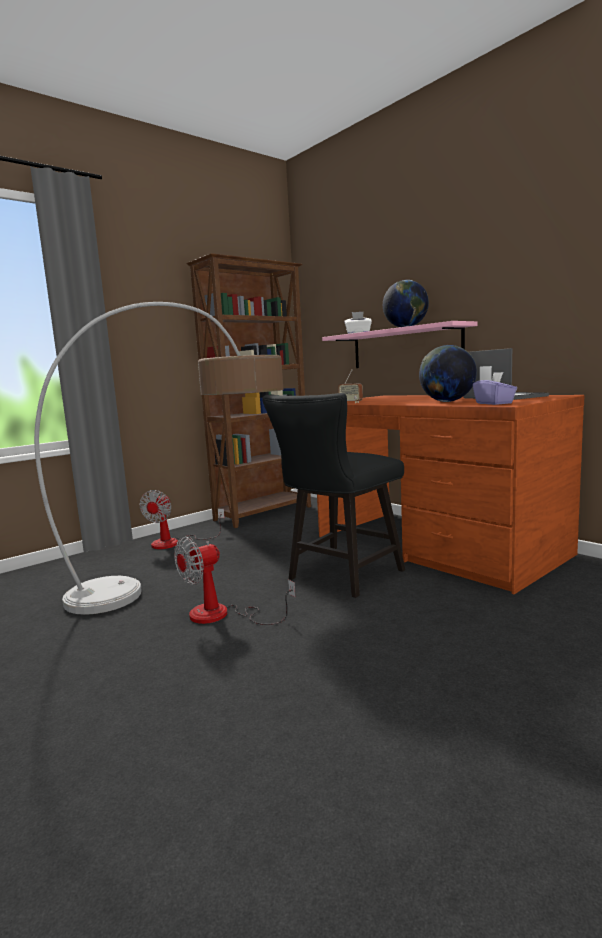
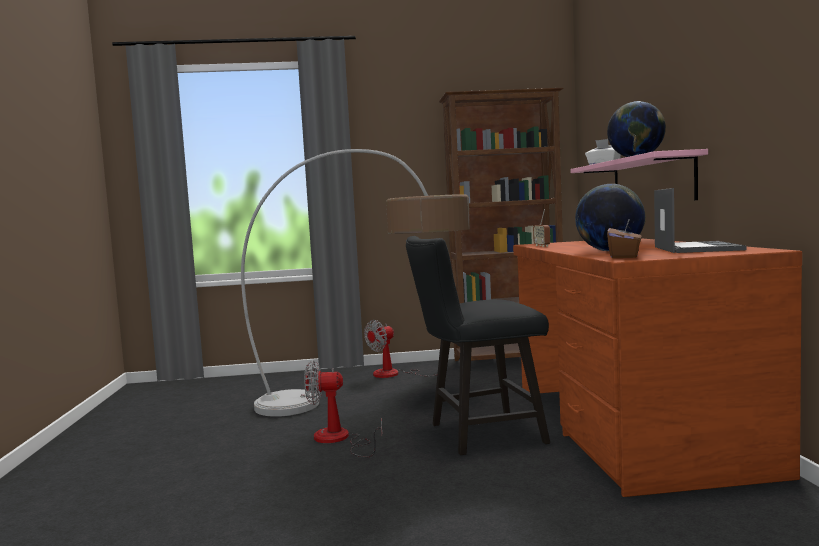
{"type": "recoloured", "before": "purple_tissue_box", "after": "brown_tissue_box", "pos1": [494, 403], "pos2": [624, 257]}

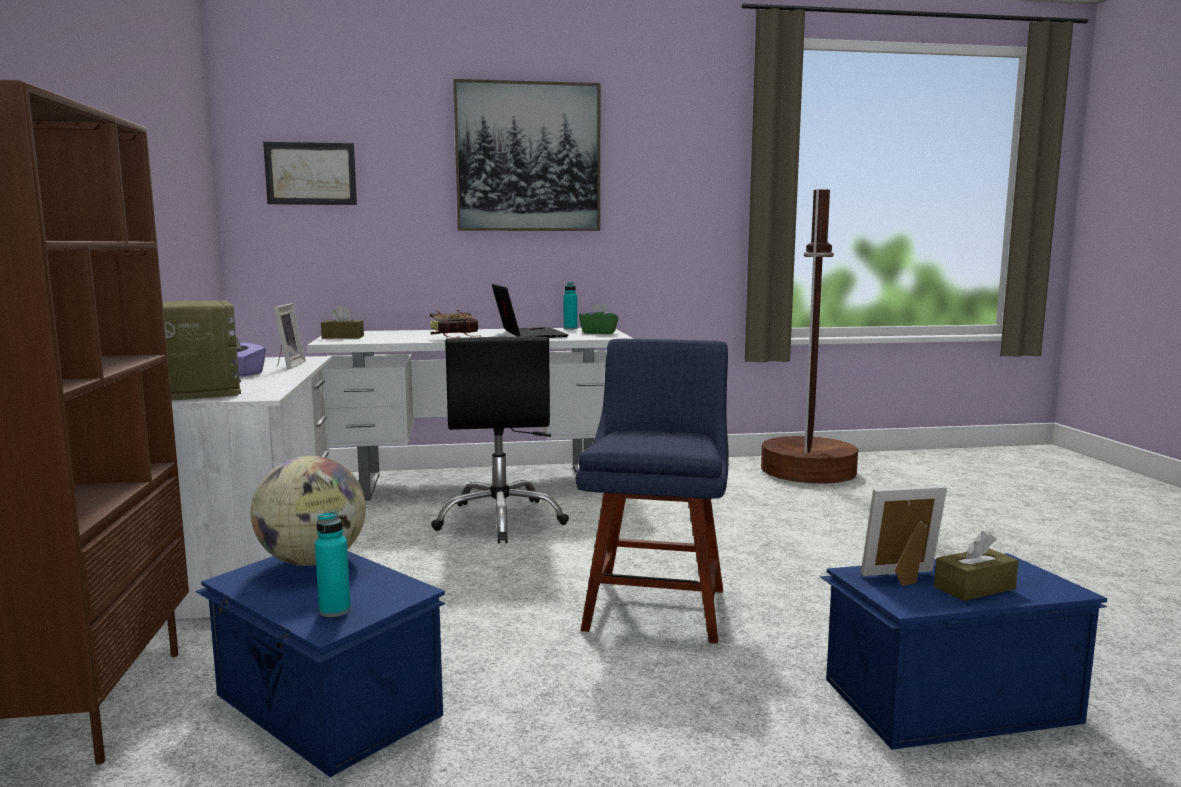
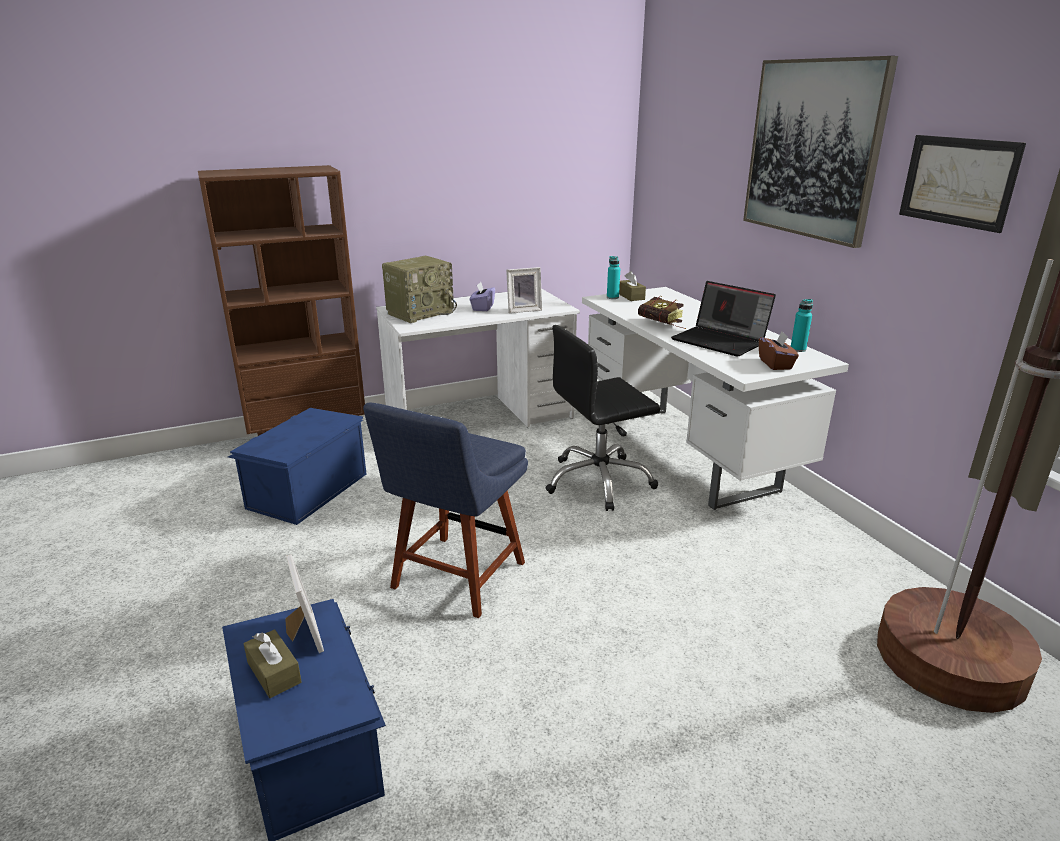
{"type": "turned", "before": "blue_chair", "pos1": [657, 605], "pos2": [455, 579], "turn": 120}
{"type": "moved", "before": "turquoise_bottle", "pos1": [335, 610], "pos2": [612, 297]}
{"type": "turned", "before": "laptop", "pos1": [528, 334], "pos2": [721, 341], "turn": 75}
{"type": "recoloured", "before": "green_tissue_box", "after": "brown_tissue_box", "pos1": [599, 333], "pos2": [775, 364]}
{"type": "moved", "before": "picture", "pos1": [311, 173], "pos2": [958, 181]}
{"type": "removed", "before": "globe", "pos1": [312, 561]}

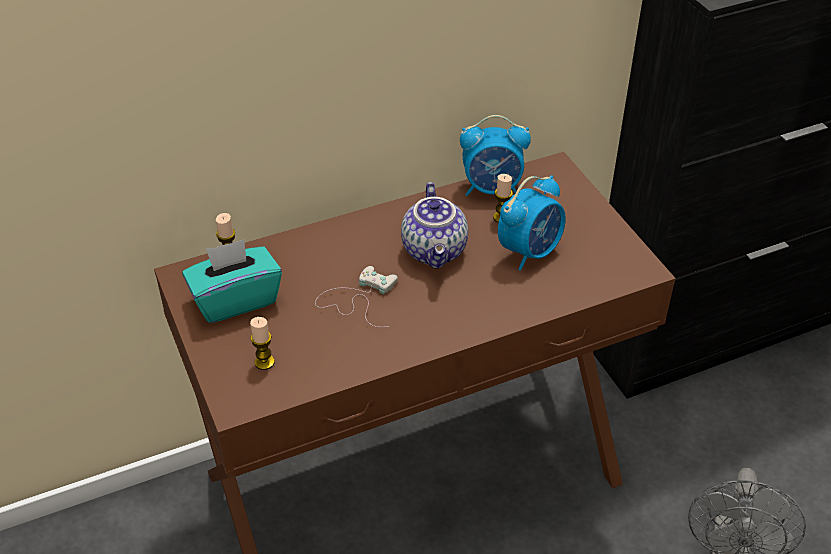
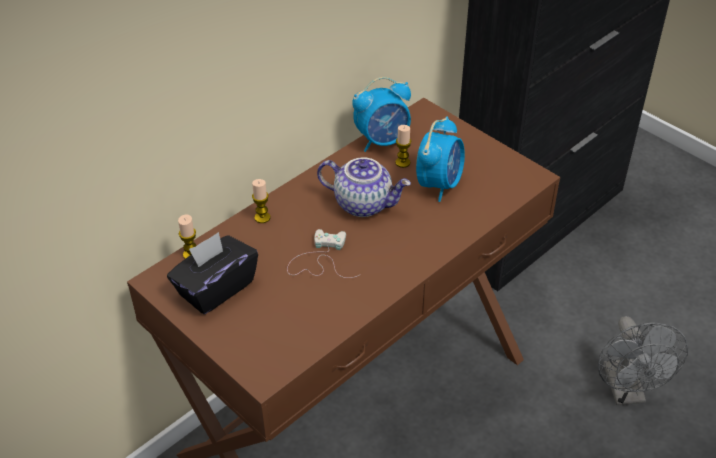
{"type": "recoloured", "before": "turquoise_tissue_box", "after": "black_tissue_box", "pos1": [235, 299], "pos2": [215, 288]}
{"type": "moved", "before": "candle", "pos1": [264, 362], "pos2": [262, 217]}
{"type": "turned", "before": "teapot", "pos1": [436, 251], "pos2": [364, 203], "turn": -45}

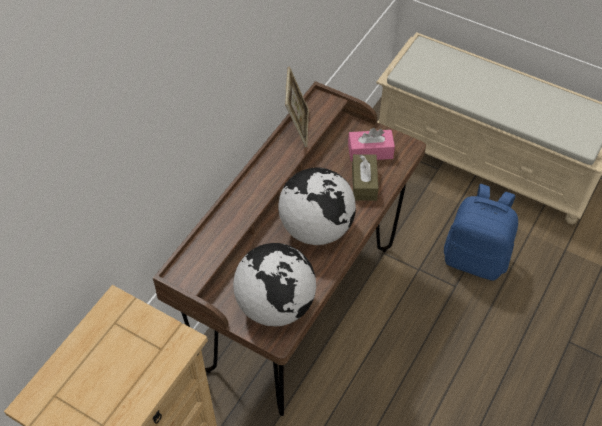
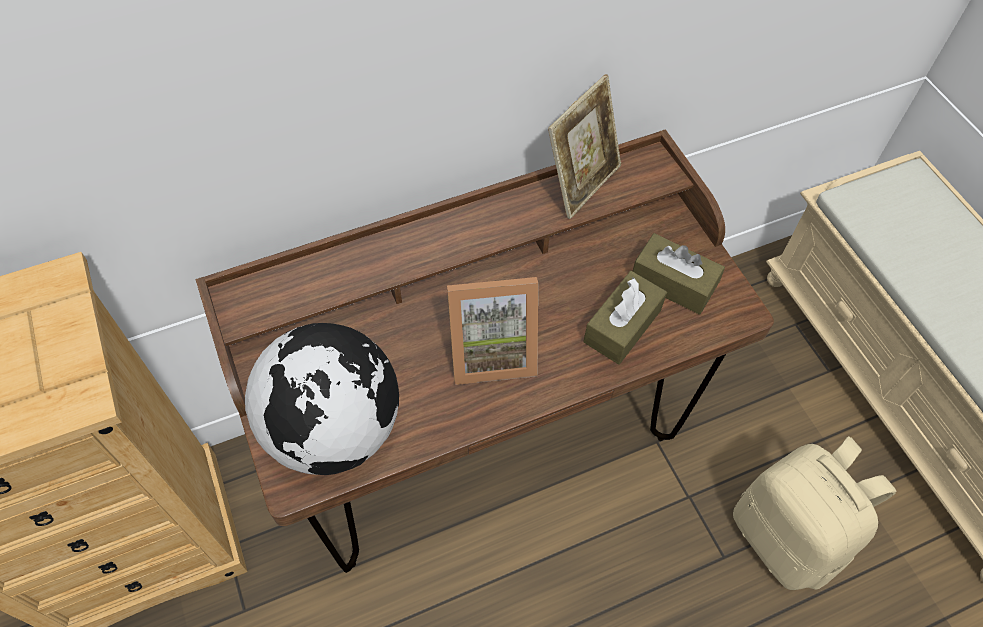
{"type": "replaced", "before": "globe", "after": "picture_frame", "pos1": [316, 229], "pos2": [491, 351]}
{"type": "recoloured", "before": "pink_tissue_box", "after": "brown_tissue_box", "pos1": [370, 151], "pos2": [673, 283]}
{"type": "recoloured", "before": "blue_backpack", "after": "beige_backpack", "pos1": [475, 258], "pos2": [786, 537]}

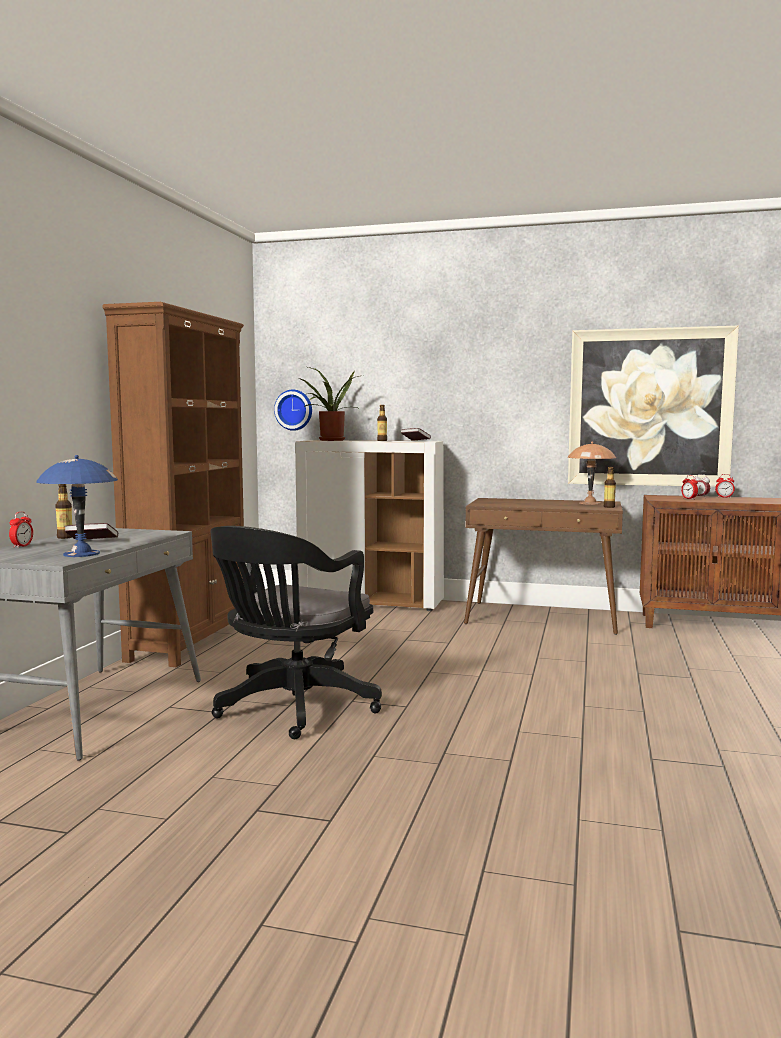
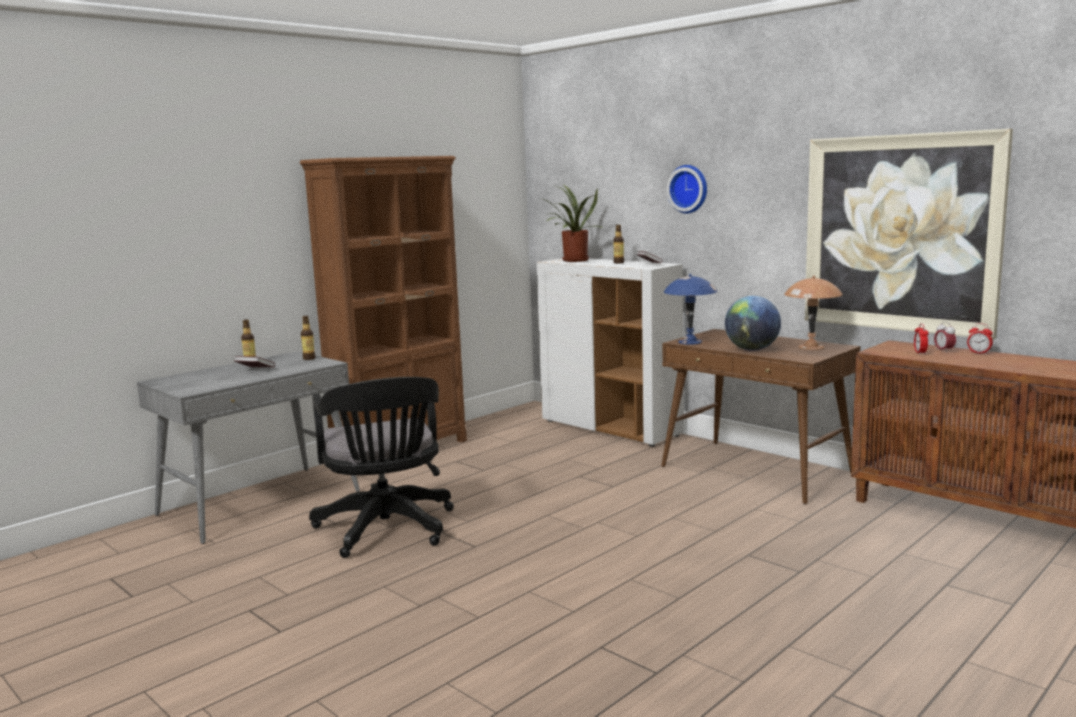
{"type": "moved", "before": "bottle", "pos1": [609, 507], "pos2": [309, 358]}
{"type": "turned", "before": "black_office_chair", "pos1": [292, 709], "pos2": [387, 531], "turn": -75}
{"type": "moved", "before": "blue_table_lamp", "pos1": [80, 554], "pos2": [689, 342]}
{"type": "moved", "before": "wall_clock", "pos1": [294, 410], "pos2": [689, 189]}
{"type": "added", "after": "globe", "pos2": [752, 349]}
{"type": "removed", "before": "alarm_clock", "pos1": [22, 546]}

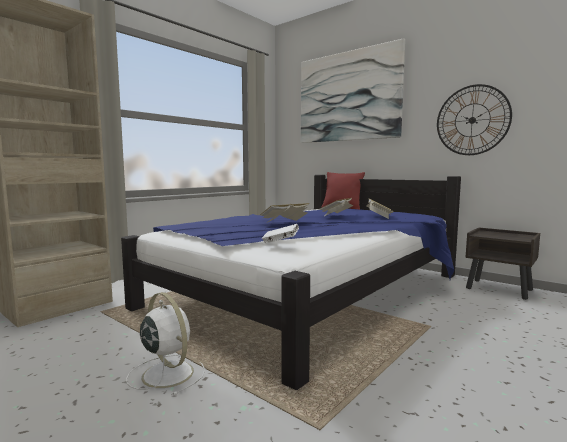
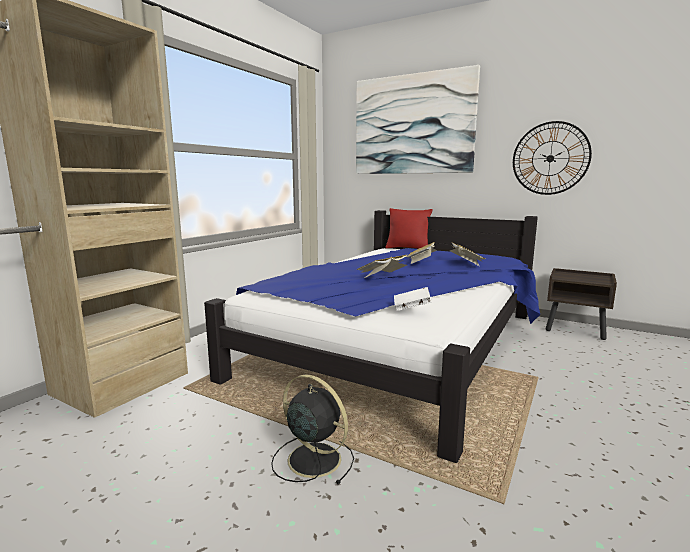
{"type": "recoloured", "before": "white_fan", "after": "black_fan", "pos1": [166, 373], "pos2": [312, 458]}

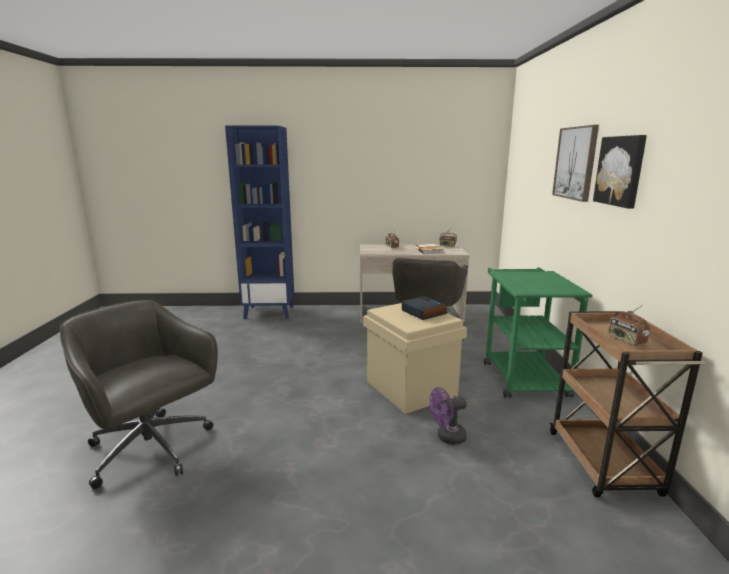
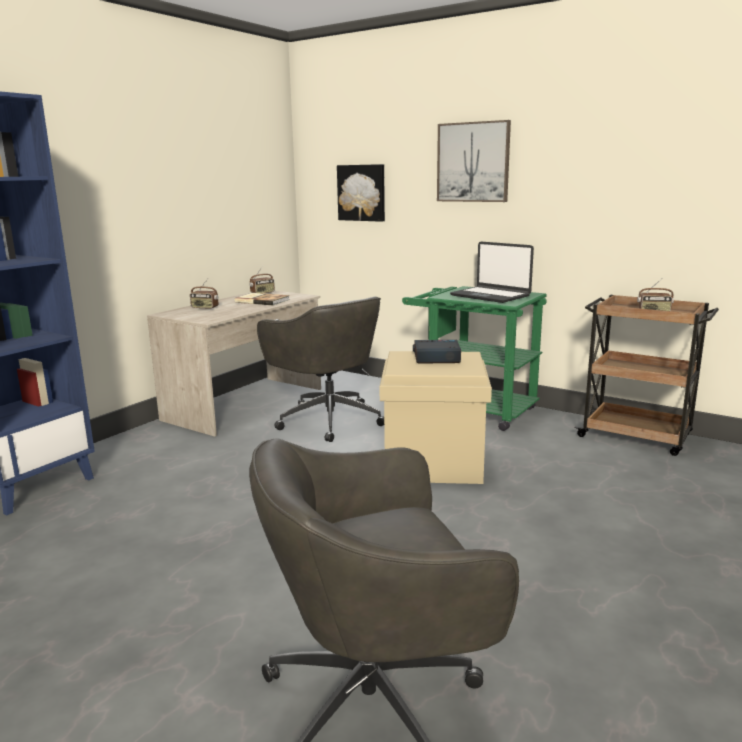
{"type": "moved", "before": "picture", "pos1": [621, 171], "pos2": [362, 193]}
{"type": "added", "after": "laptop", "pos2": [490, 296]}
{"type": "removed", "before": "purple_fan", "pos1": [447, 437]}

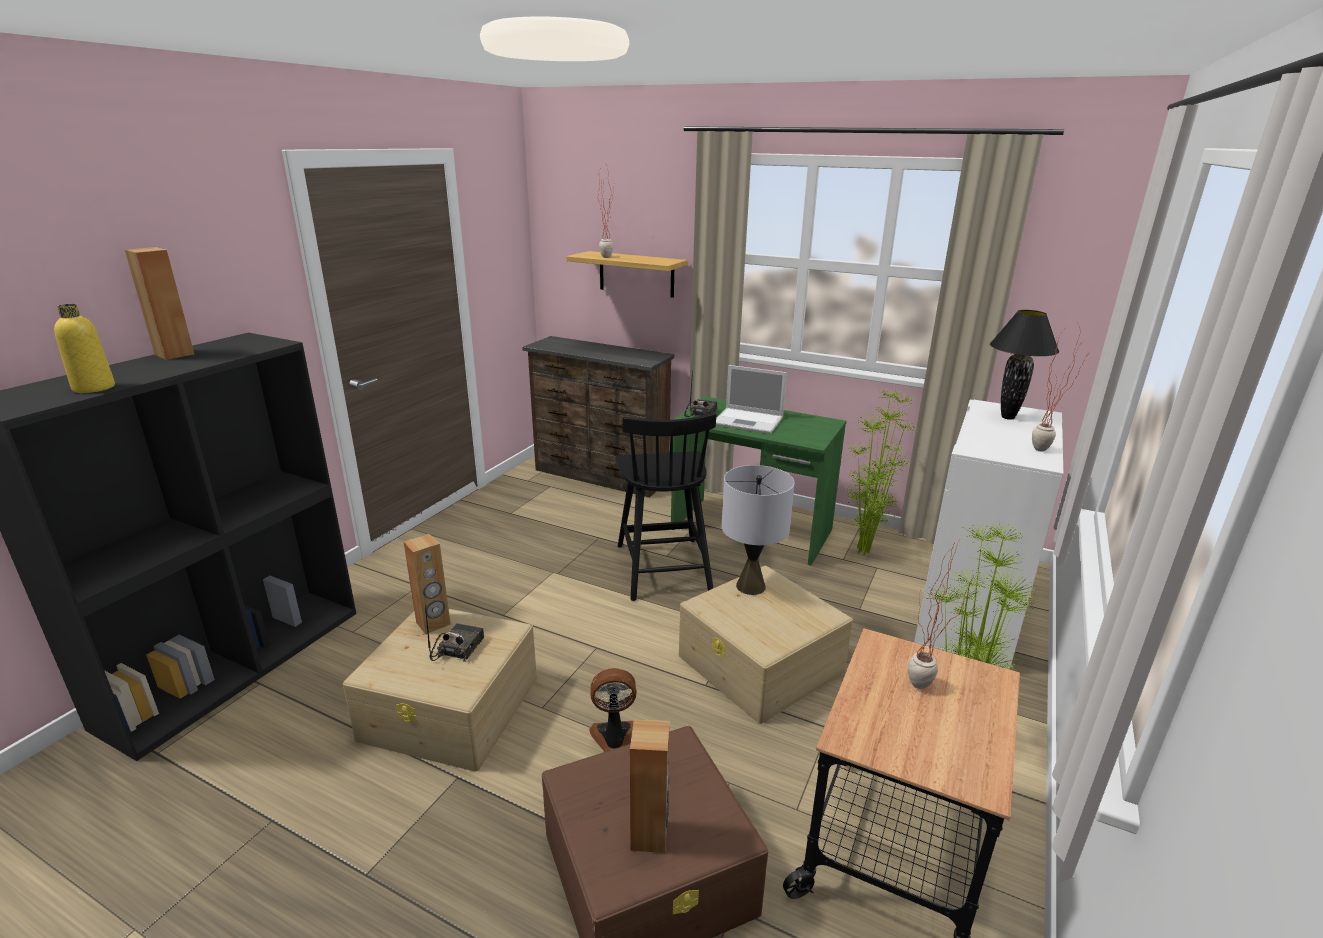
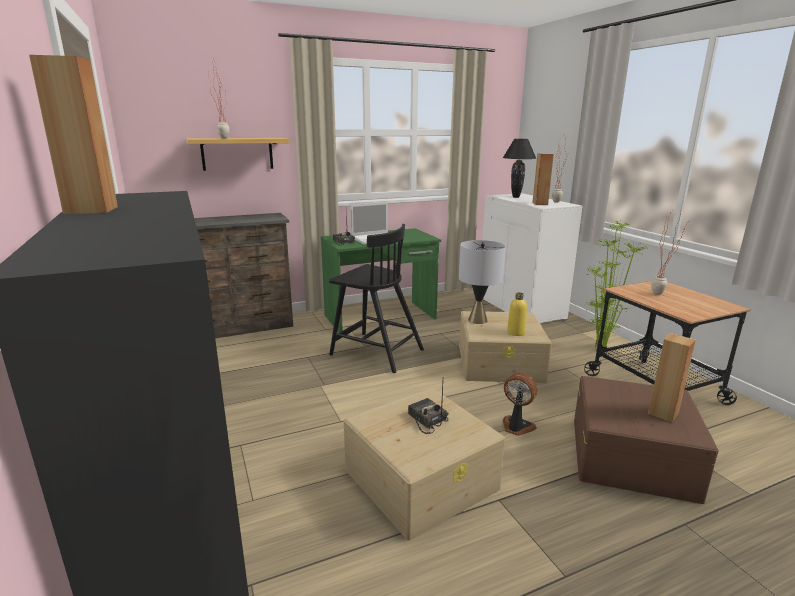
{"type": "turned", "before": "fan", "pos1": [614, 738], "pos2": [516, 427], "turn": 90}
{"type": "moved", "before": "yellow_bottle", "pos1": [94, 388], "pos2": [516, 332]}
{"type": "moved", "before": "brown_speaker", "pos1": [433, 623], "pos2": [540, 203]}
{"type": "removed", "before": "potted_plant", "pos1": [866, 552]}

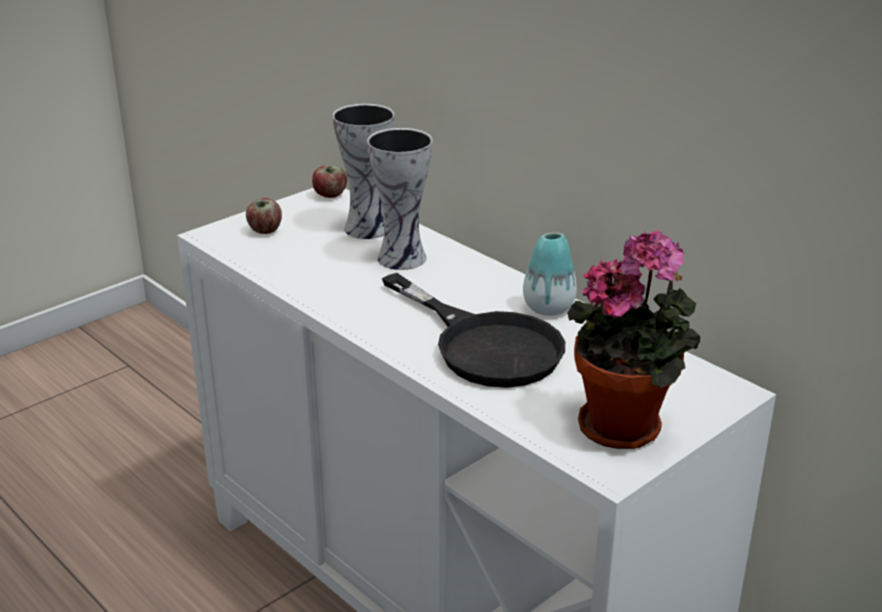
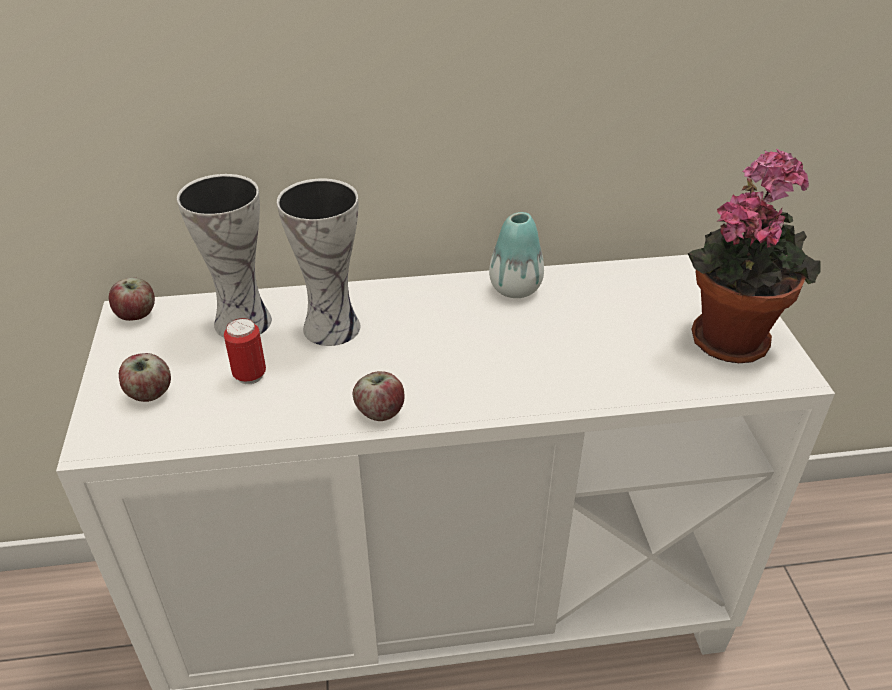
{"type": "added", "after": "can", "pos2": [250, 375]}
{"type": "added", "after": "apple", "pos2": [380, 411]}
{"type": "removed", "before": "black_frying_pan", "pos1": [484, 344]}

